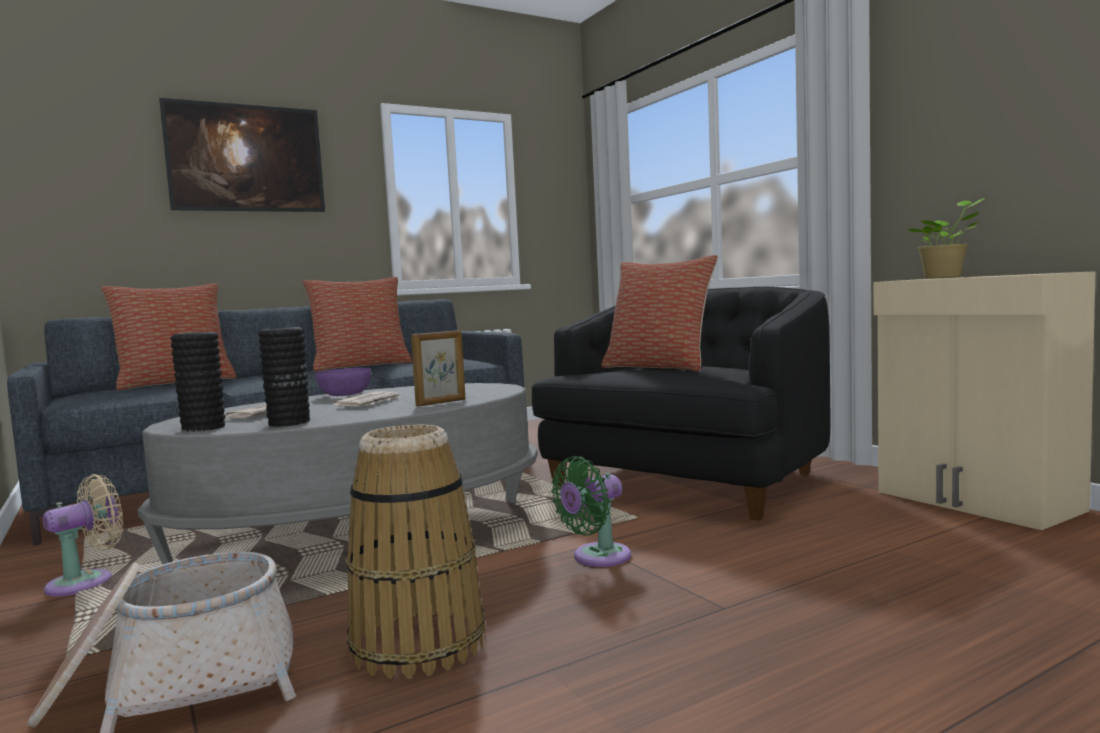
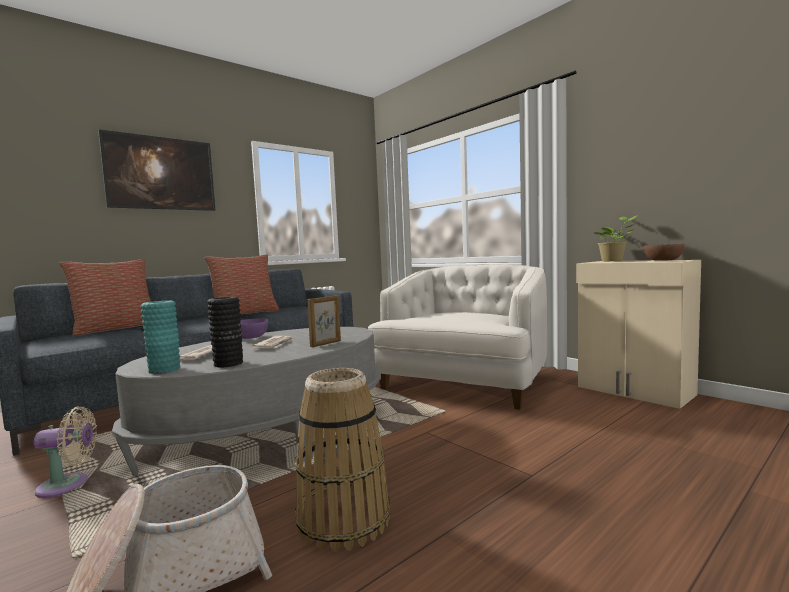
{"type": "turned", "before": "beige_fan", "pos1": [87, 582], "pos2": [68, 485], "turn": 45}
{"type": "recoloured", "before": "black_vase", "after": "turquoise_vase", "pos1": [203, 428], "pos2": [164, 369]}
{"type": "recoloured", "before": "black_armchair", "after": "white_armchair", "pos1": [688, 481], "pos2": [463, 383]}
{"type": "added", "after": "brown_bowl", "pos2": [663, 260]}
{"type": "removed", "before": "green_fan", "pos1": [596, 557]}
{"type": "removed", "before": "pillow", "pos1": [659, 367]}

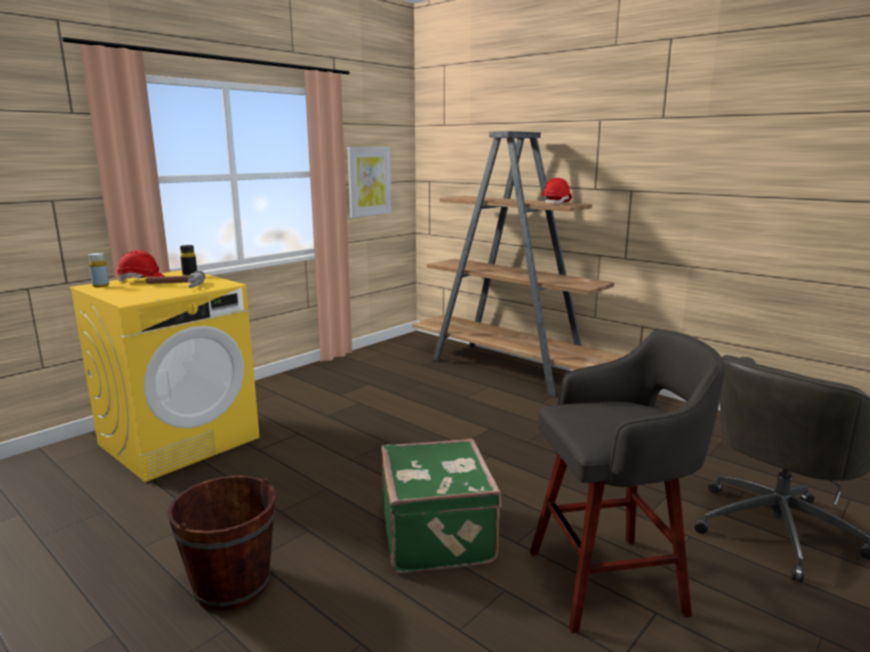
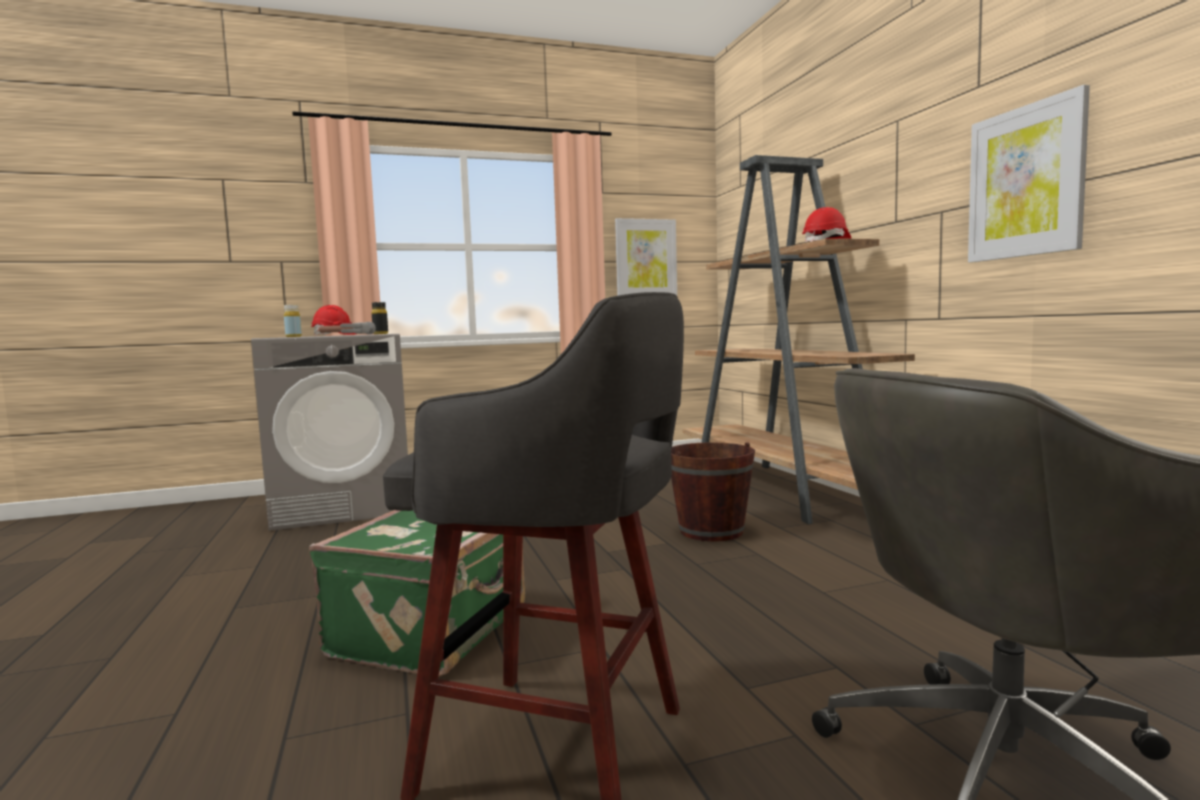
{"type": "recoloured", "before": "yellow_washing_machine", "after": "grey_washing_machine", "pos1": [180, 440], "pos2": [347, 506]}
{"type": "moved", "before": "brown_bucket", "pos1": [232, 584], "pos2": [711, 531]}
{"type": "added", "after": "picture", "pos2": [1025, 182]}

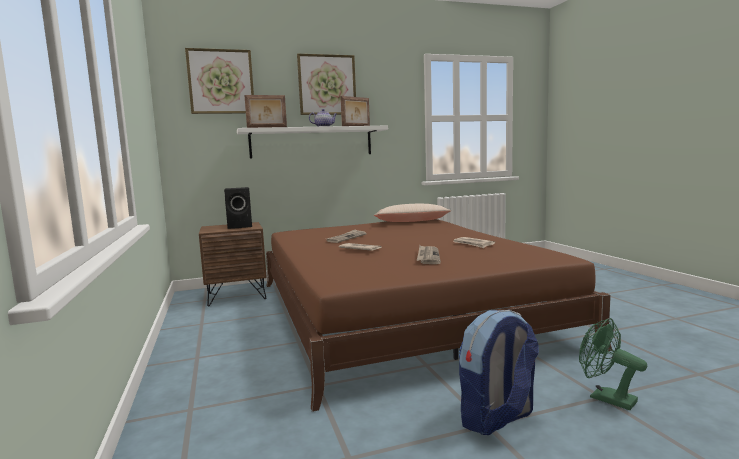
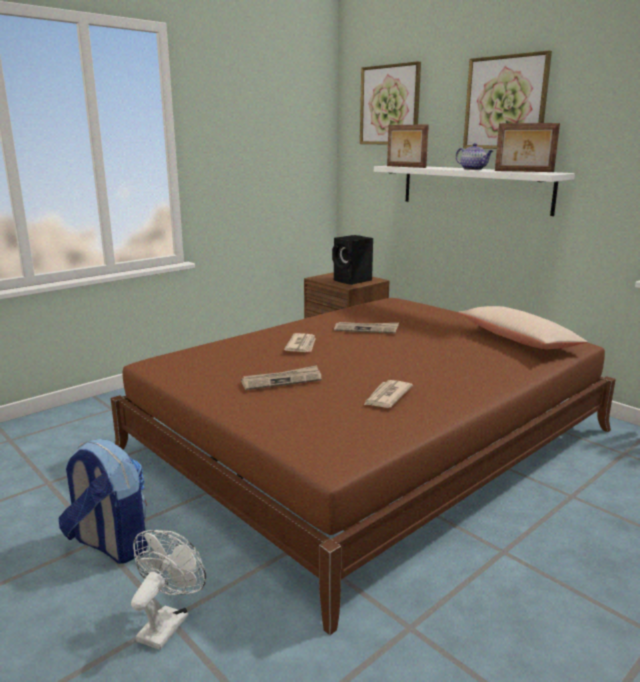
{"type": "recoloured", "before": "green_fan", "after": "white_fan", "pos1": [605, 398], "pos2": [167, 622]}

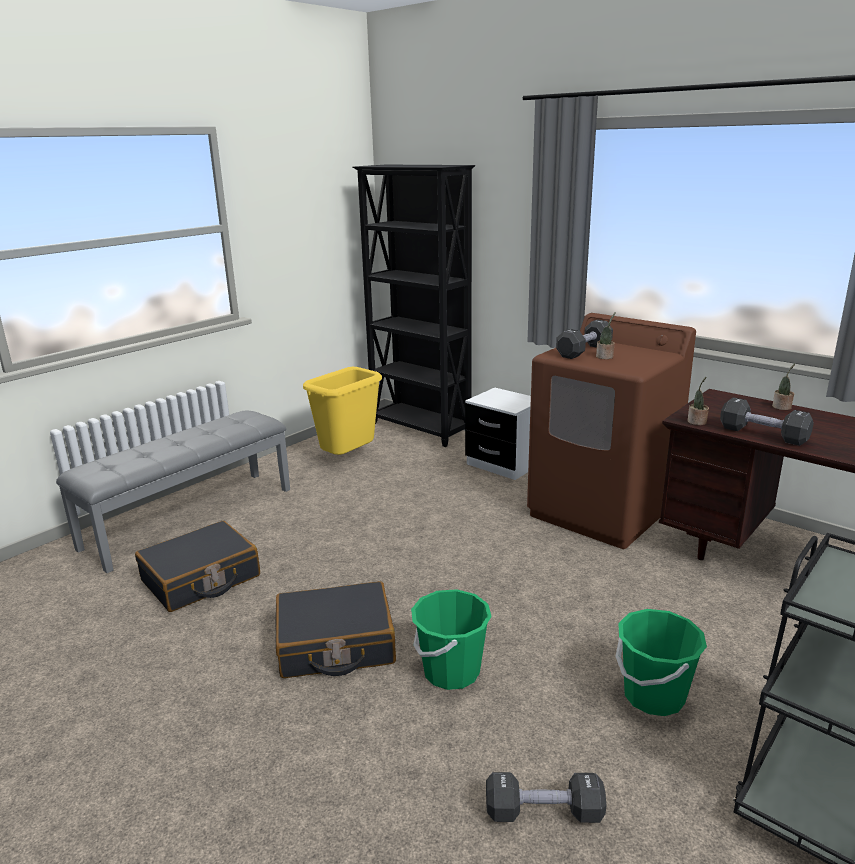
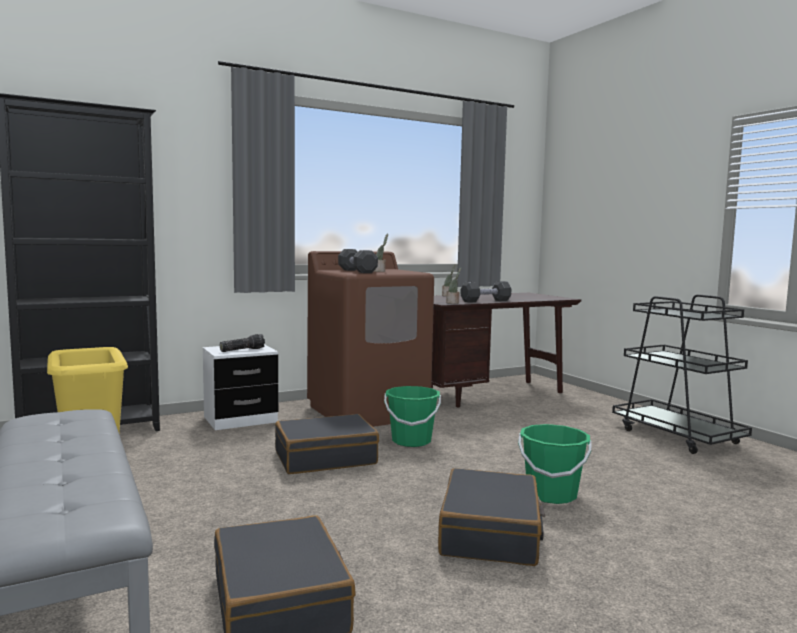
{"type": "added", "after": "flashlight", "pos2": [242, 350]}
{"type": "added", "after": "black_suitcase", "pos2": [325, 458]}
{"type": "moved", "before": "green_bucket", "pos1": [653, 695], "pos2": [411, 441]}
{"type": "removed", "before": "black_dumbbell", "pos1": [543, 812]}

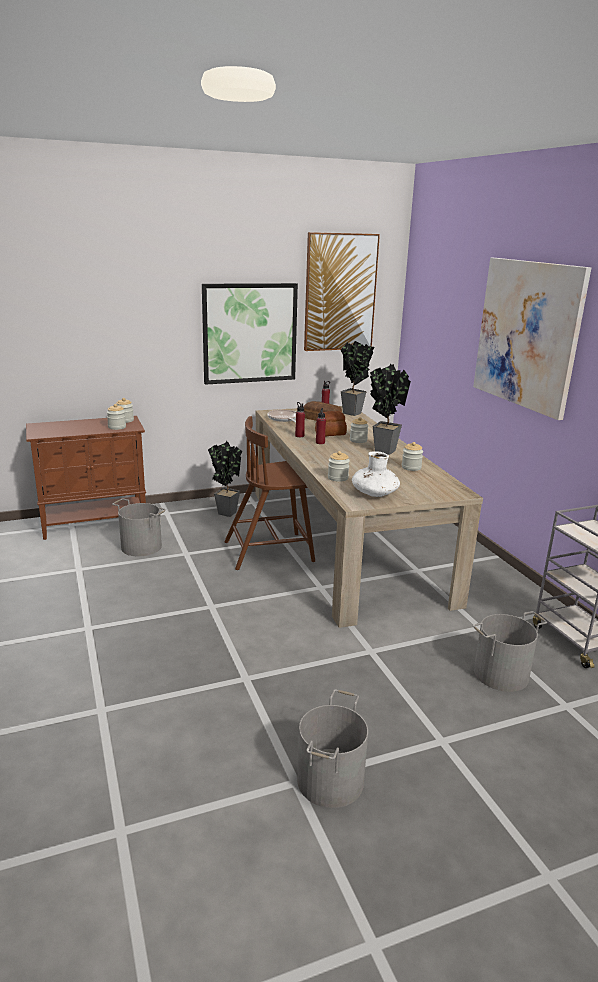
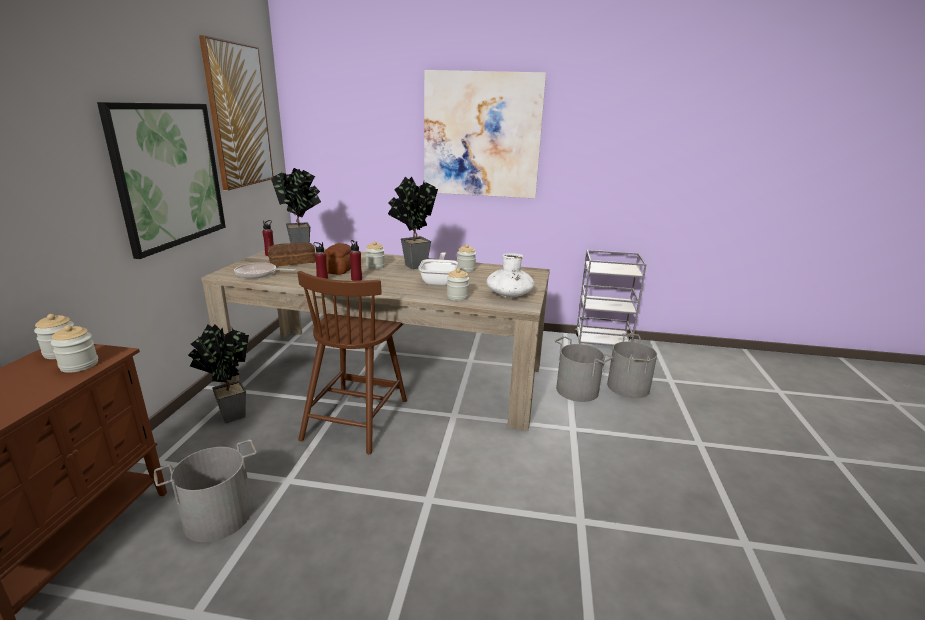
{"type": "added", "after": "frying_pan", "pos2": [439, 281]}
{"type": "moved", "before": "grey_bucket", "pos1": [331, 781], "pos2": [577, 390]}

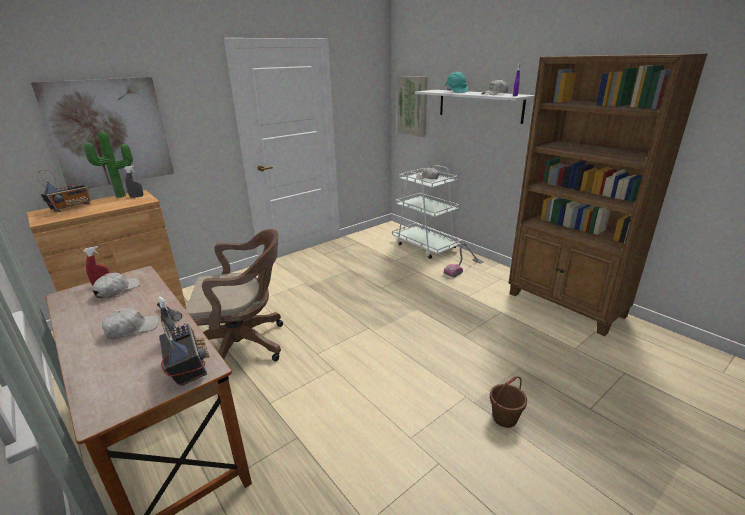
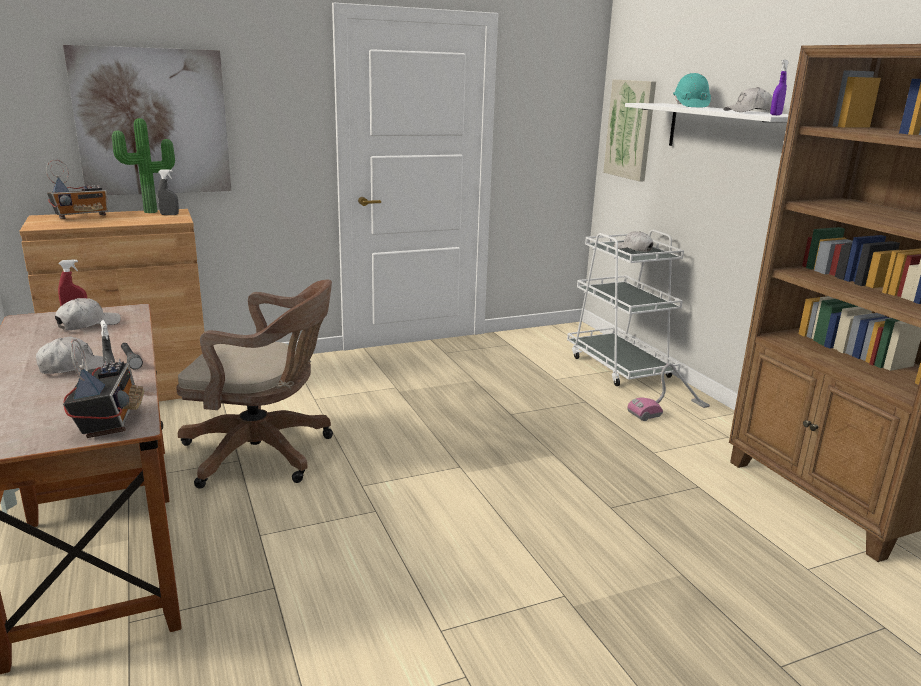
{"type": "removed", "before": "brown_bucket", "pos1": [505, 418]}

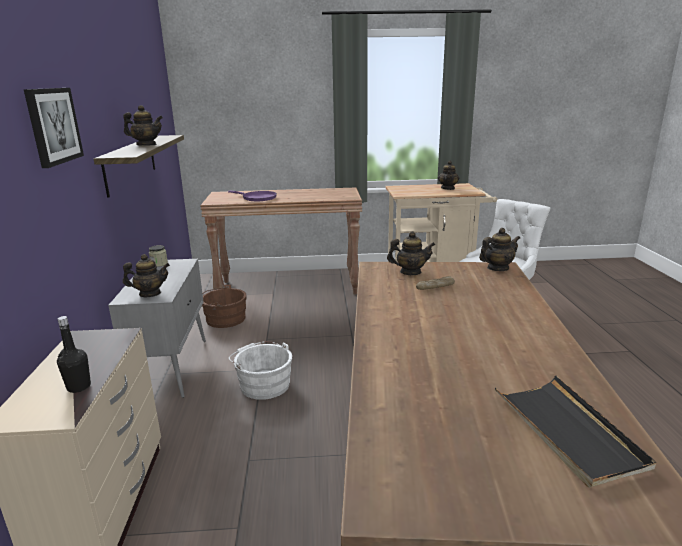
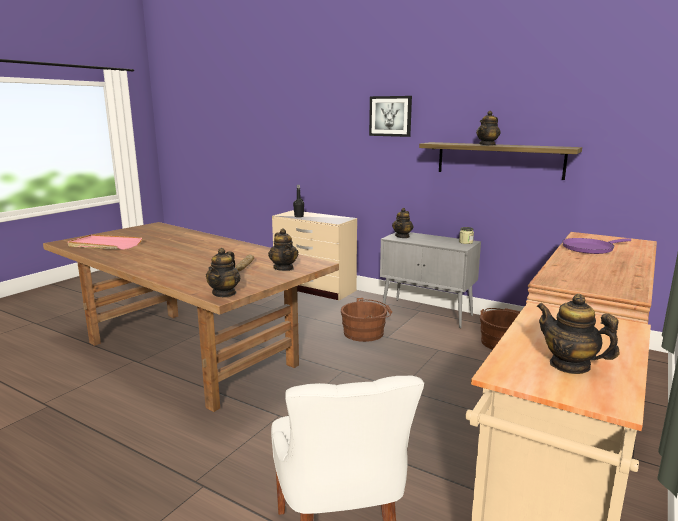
{"type": "recoloured", "before": "black_tray", "after": "pink_tray", "pos1": [567, 431], "pos2": [104, 245]}
{"type": "turned", "before": "teapot", "pos1": [410, 272], "pos2": [284, 268], "turn": -60}
{"type": "recoloured", "before": "white_bucket", "after": "brown_bucket", "pos1": [263, 383], "pos2": [366, 333]}

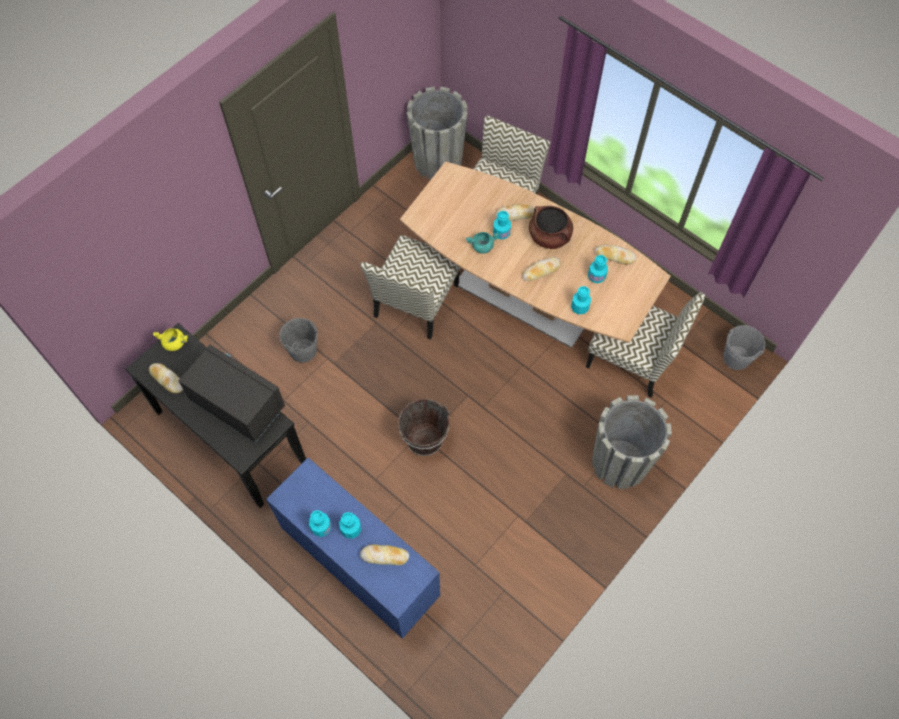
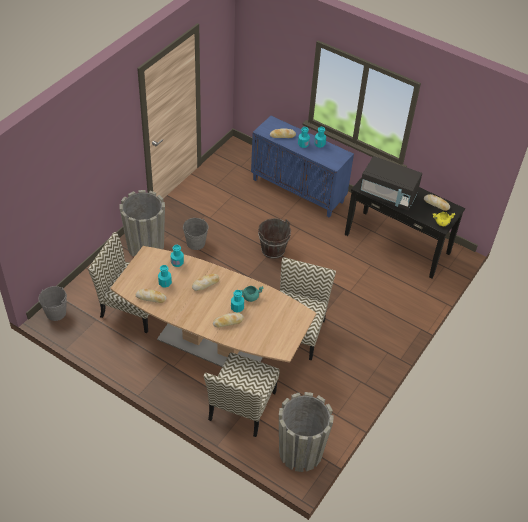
{"type": "moved", "before": "grey_bucket", "pos1": [303, 350], "pos2": [196, 243]}
{"type": "removed", "before": "brown_cooking_pot", "pos1": [549, 236]}

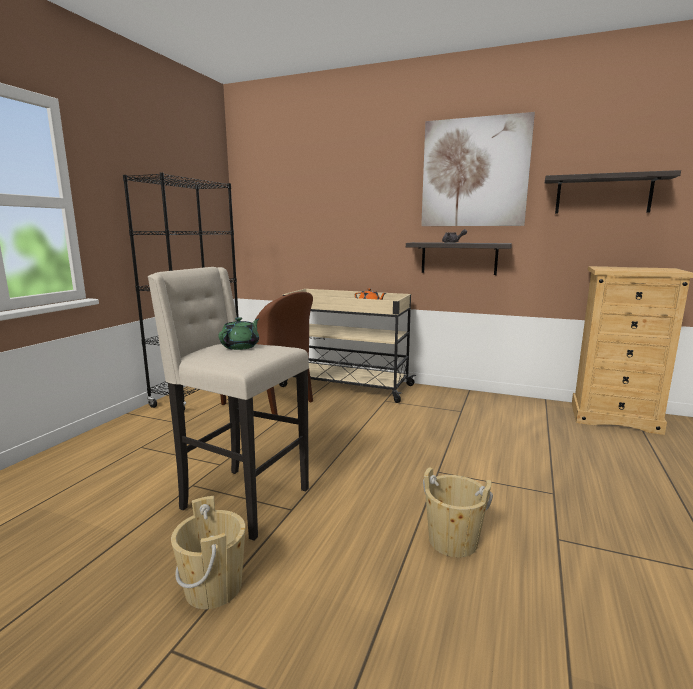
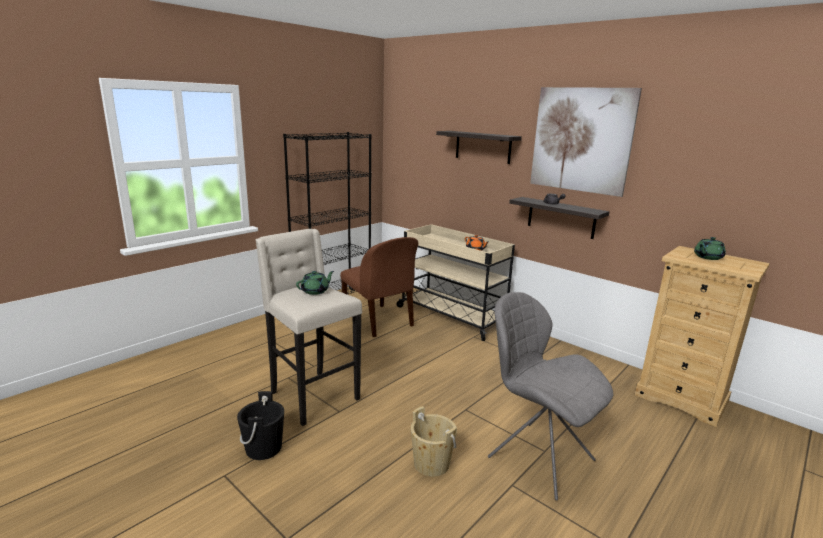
{"type": "recoloured", "before": "beige_bucket", "after": "black_bucket", "pos1": [213, 587], "pos2": [263, 448]}
{"type": "moved", "before": "shelf", "pos1": [603, 194], "pos2": [483, 147]}
{"type": "added", "after": "grey_chair", "pos2": [537, 456]}
{"type": "added", "after": "green_teapot", "pos2": [707, 257]}

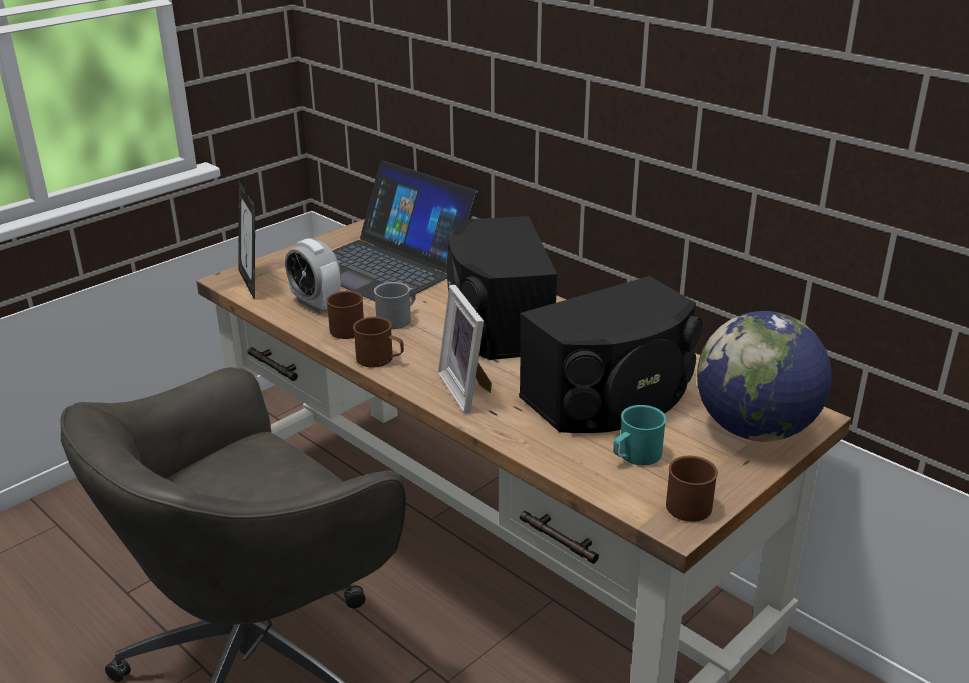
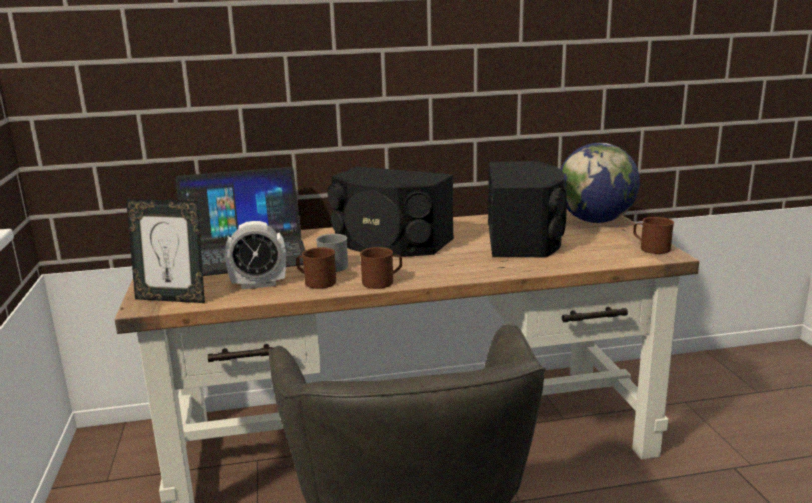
{"type": "removed", "before": "picture_frame", "pos1": [468, 389]}
{"type": "removed", "before": "turquoise_mug", "pos1": [635, 456]}

